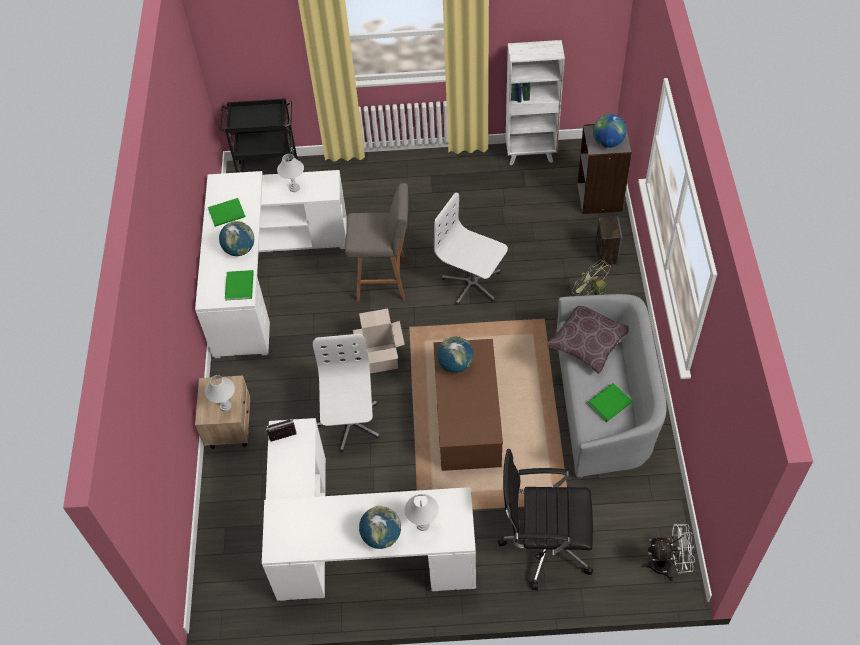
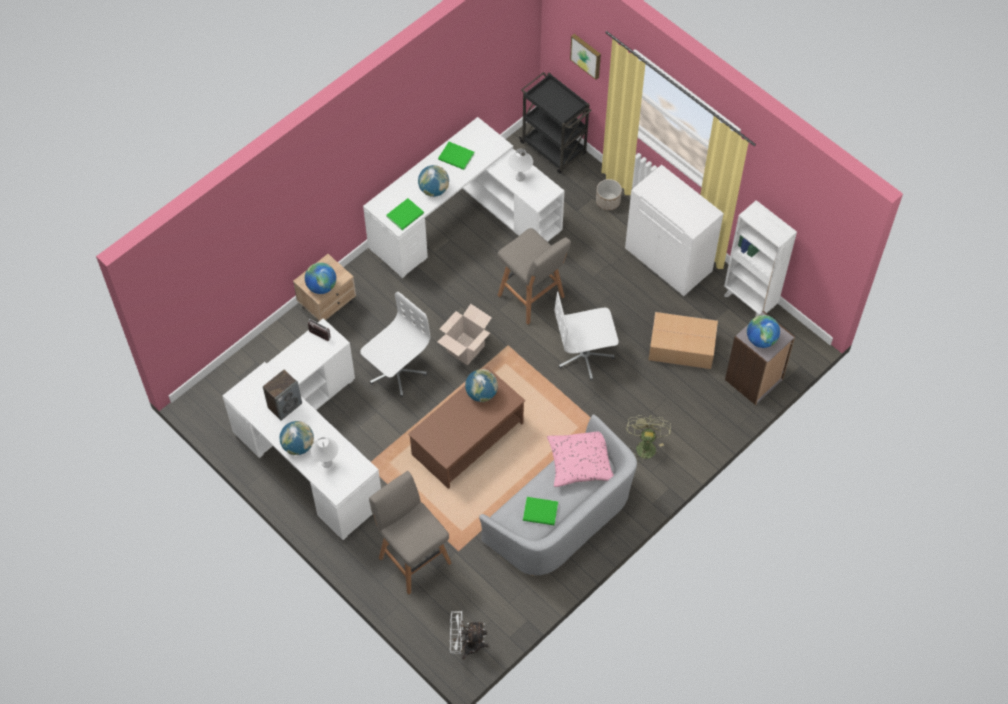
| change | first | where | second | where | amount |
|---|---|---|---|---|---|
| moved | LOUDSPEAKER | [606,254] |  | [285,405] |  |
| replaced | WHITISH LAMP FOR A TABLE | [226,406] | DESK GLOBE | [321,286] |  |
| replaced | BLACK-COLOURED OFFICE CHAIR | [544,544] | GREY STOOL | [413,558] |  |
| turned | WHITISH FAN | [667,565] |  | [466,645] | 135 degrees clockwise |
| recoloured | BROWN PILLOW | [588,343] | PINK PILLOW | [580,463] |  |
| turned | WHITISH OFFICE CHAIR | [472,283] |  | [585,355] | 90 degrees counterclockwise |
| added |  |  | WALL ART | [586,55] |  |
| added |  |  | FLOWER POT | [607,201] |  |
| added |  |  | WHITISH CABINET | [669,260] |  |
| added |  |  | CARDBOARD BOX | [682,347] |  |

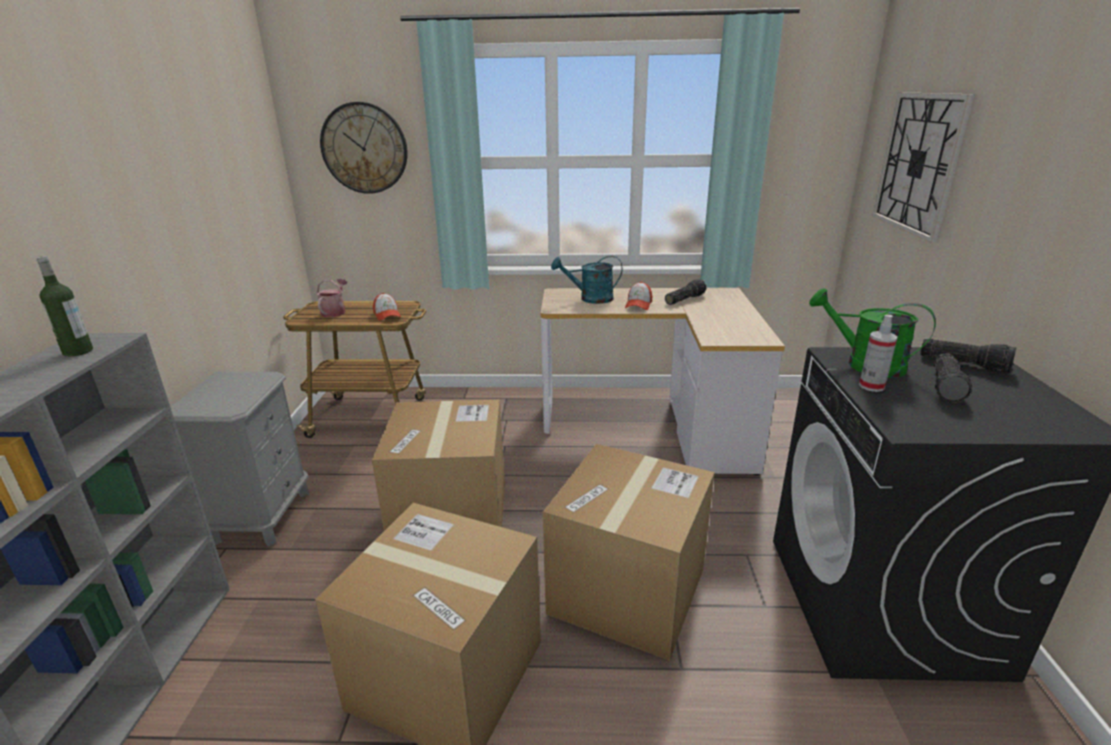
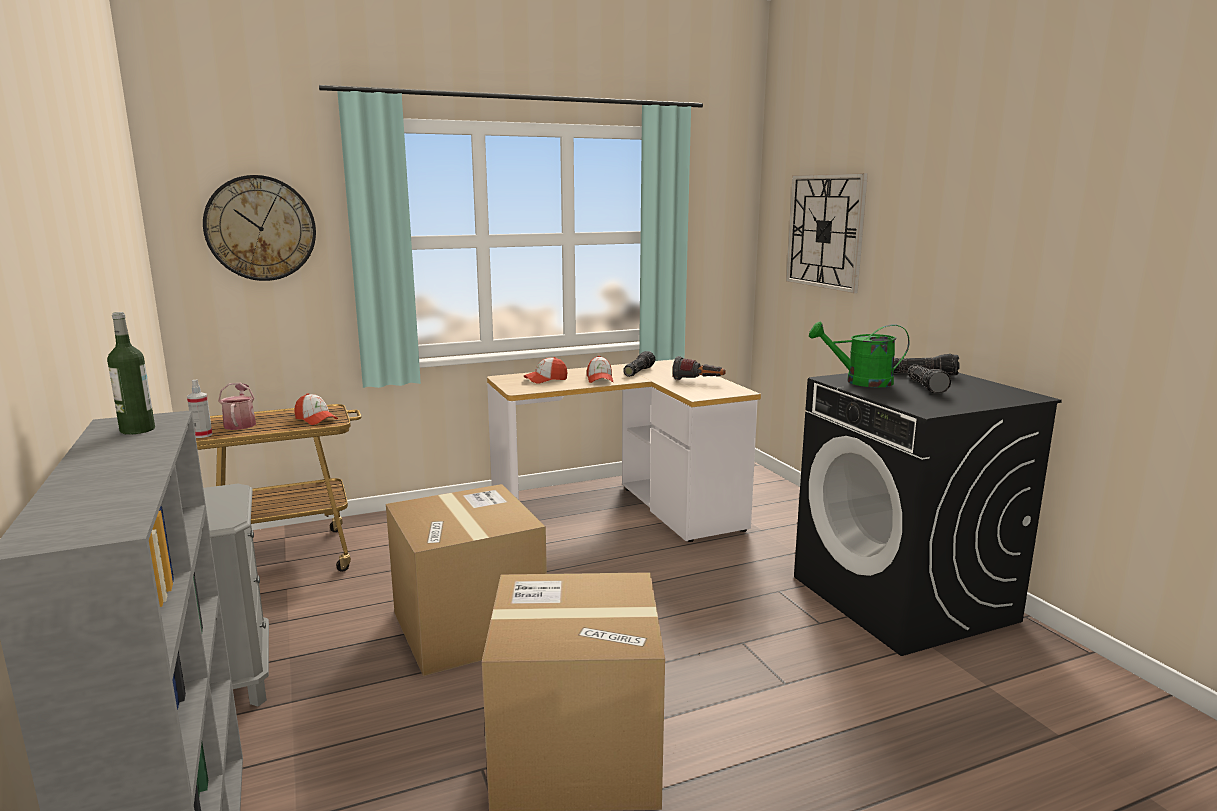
| change | first | where | second | where | amount |
|---|---|---|---|---|---|
| moved | SPRAYER | [871,386] |  | [202,435] |  |
| replaced | TURQUOISE-COLOURED SPRINKLING CAN | [590,299] | PEAKED CAP | [546,379] |  |
| added |  |  | HAND TORCH | [698,381] |  |
| removed | CARDBOARD BOX | [627,591] |  |  |  |

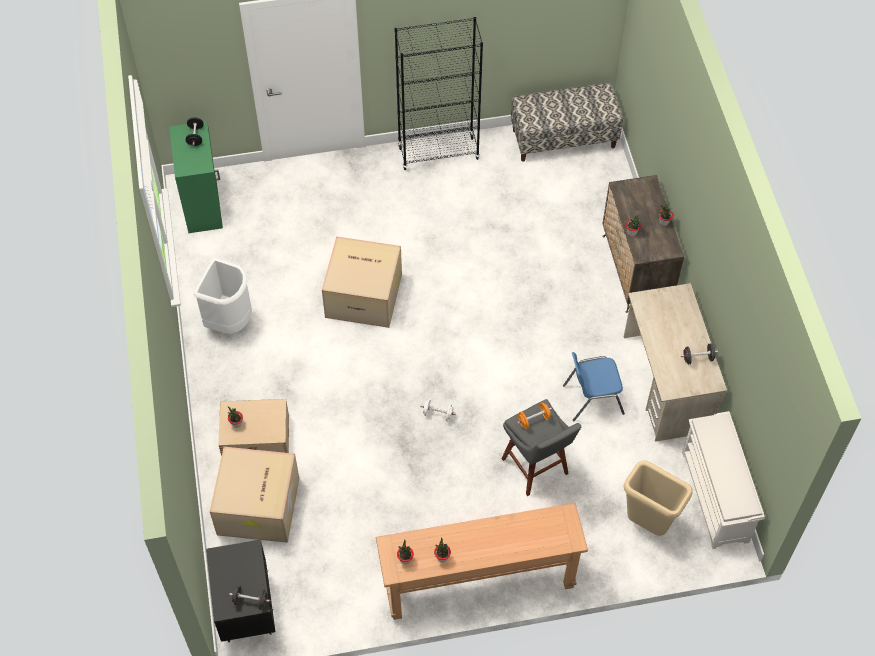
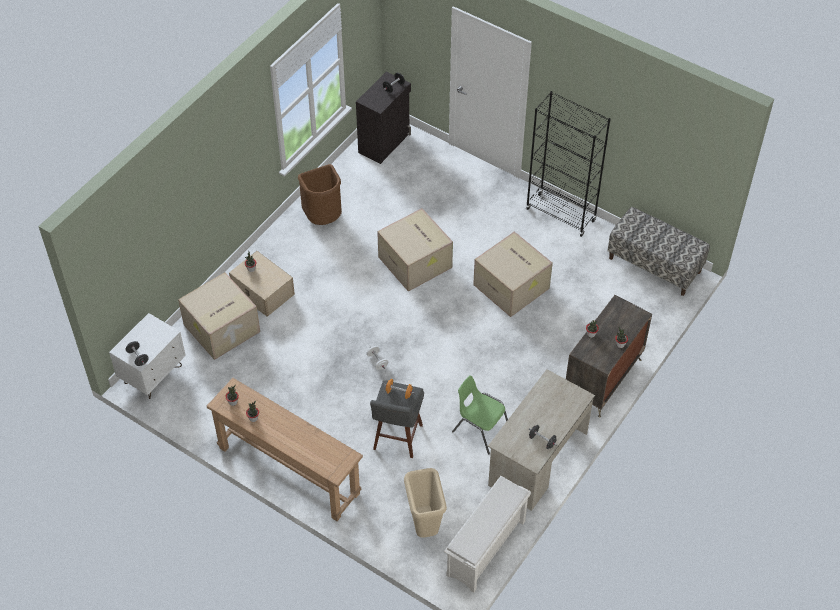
| change | first | where | second | where | amount |
|---|---|---|---|---|---|
| recoloured | BLACK-COLOURED NIGHTSTAND | [246,608] | WHITISH NIGHTSTAND | [153,375] |  |
| recoloured | WHITISH RUBBISH BIN | [230,322] | BROWN RUBBISH BIN | [323,218] |  |
| recoloured | GREEN-COLOURED CABINET | [203,205] | BLACK-COLOURED CABINET | [385,143] |  |
| recoloured | BLUISH PLAIN CHAIR | [592,398] | GREEN-COLOURED PLAIN CHAIR | [480,429] |  |
| added |  |  | CARDBOARD BOX | [512,286] |  |

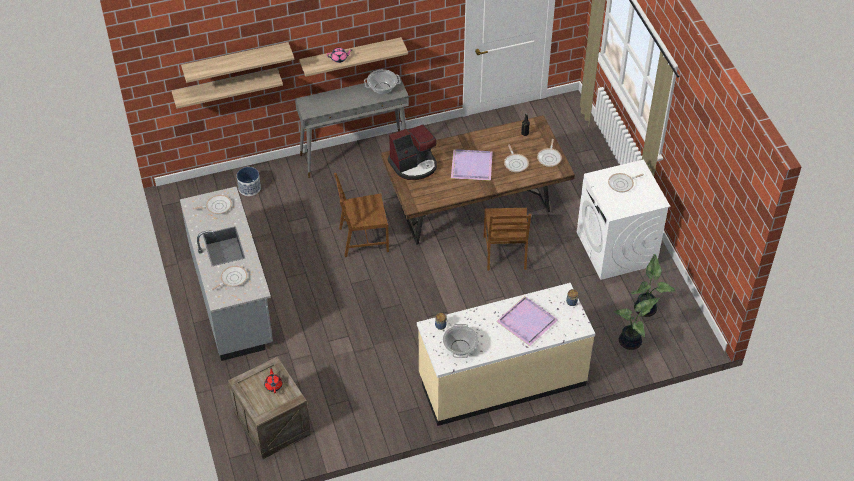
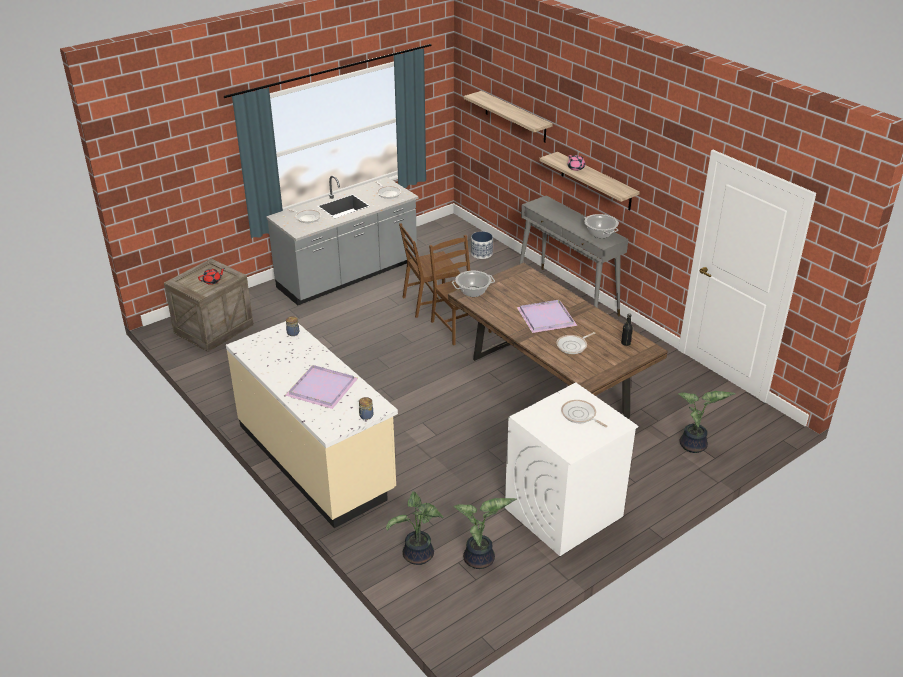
| change | first | where | second | where | amount |
|---|---|---|---|---|---|
| moved | BROWN PLAIN CHAIR | [505,253] |  | [430,303] |  |
| moved | SAUCEPOT | [460,347] |  | [473,292] |  |
| added |  |  | POTTED PLANT | [694,446] |  |
| removed | BRACKET SHELF | [225,87] |  |  |  |
| removed | COFFEE MAKER | [414,165] |  |  |  |
| removed | PAN | [549,158] |  |  |  |

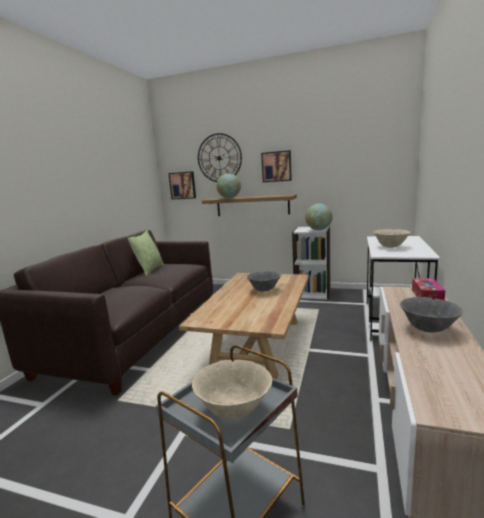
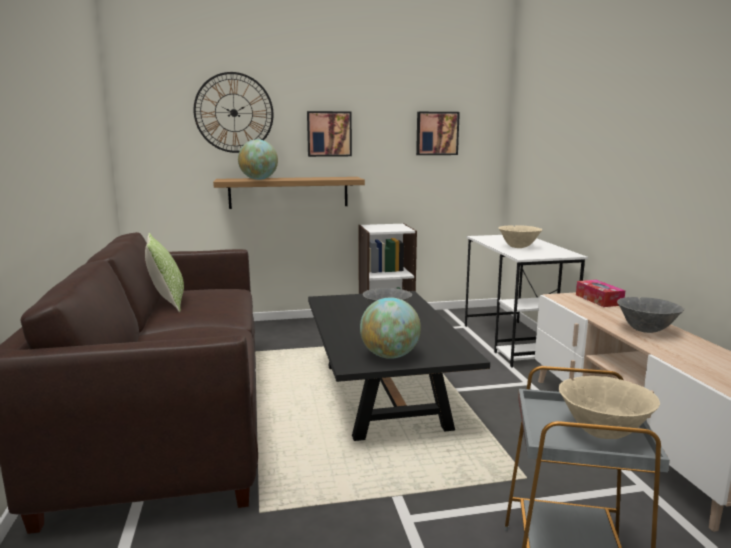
| change | first | where | second | where | amount |
|---|---|---|---|---|---|
| recoloured | BEIGE LOUNGE TABLE | [257,343] | BLACK-COLOURED LOUNGE TABLE | [383,395] |  |
| moved | DESK GLOBE | [318,230] |  | [389,356] |  |
| moved | WALL ART | [183,185] |  | [437,133] |  |

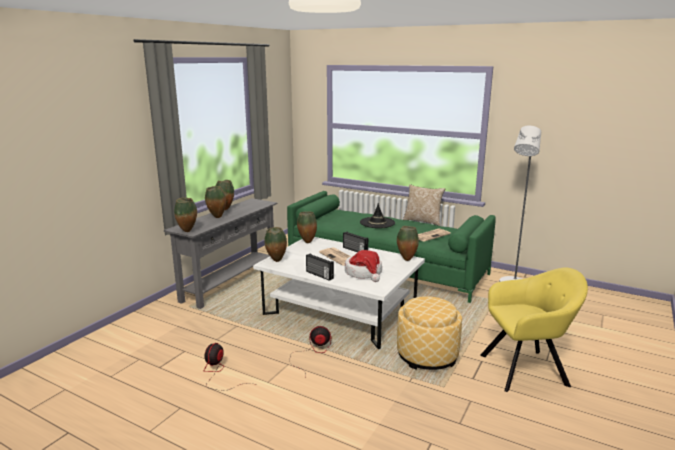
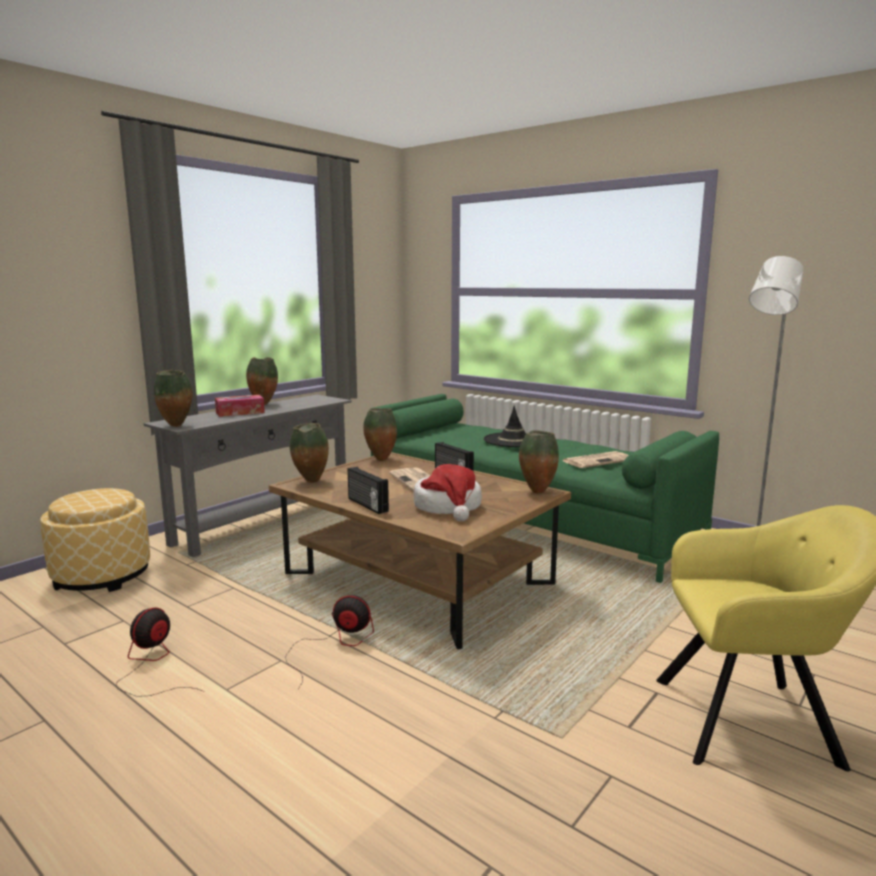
| change | first | where | second | where | amount |
|---|---|---|---|---|---|
| moved | POUFFE | [427,355] |  | [102,575] |  |
| replaced | DECORATIVE VASE | [216,217] | BOX OF TISSUES | [240,412] |  |
| recoloured | WHITISH LOUNGE TABLE | [340,311] | BROWN LOUNGE TABLE | [418,579] |  |
| removed | PILLOW | [423,221] |  |  |  |

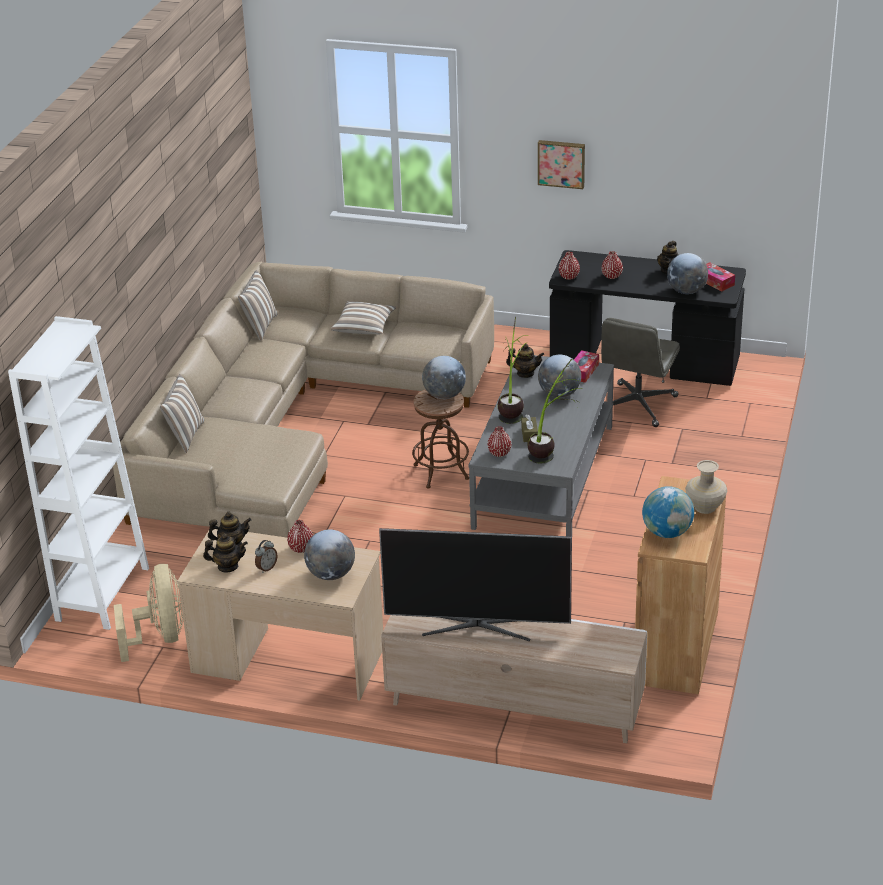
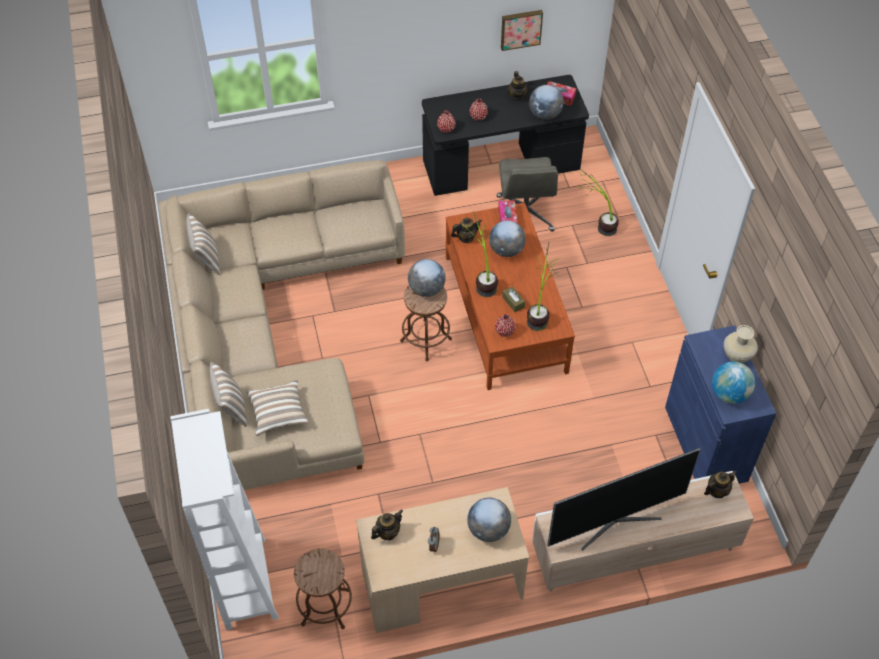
| change | first | where | second | where | amount |
|---|---|---|---|---|---|
| moved | PILLOW | [364,327] |  | [278,413] |  |
| replaced | BEIGE FAN | [160,637] | BROWN STOOL | [325,607] |  |
| recoloured | GREY LOUNGE TABLE | [544,476] | BROWN LOUNGE TABLE | [505,313] |  |
| moved | WALL ART | [561,163] |  | [521,28] |  |
| added |  |  | POTTED PLANT | [597,223] |  |
| recoloured | BROWN CABINET | [676,647] | BLUISH CABINET | [705,443] |  |
| moved | TEAPOT | [227,566] |  | [717,491] |  |
| removed | RED DECORATIVE VASE | [301,548] |  |  |  |

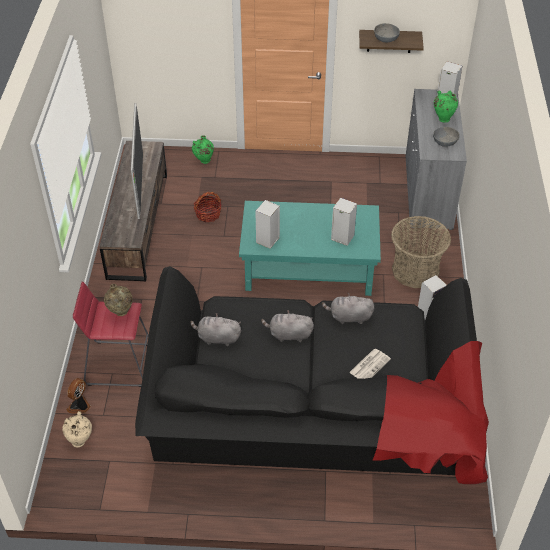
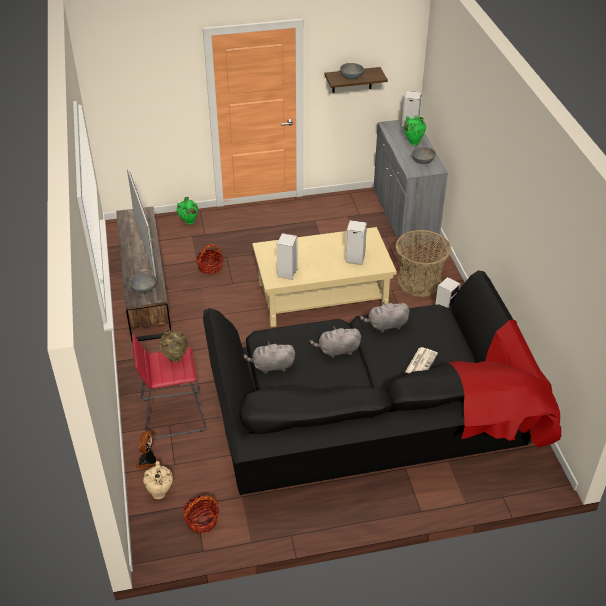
| change | first | where | second | where | amount |
|---|---|---|---|---|---|
| added |  |  | GREY SERVING BOWL | [144,288] |  |
| added |  |  | STORAGE BASKET | [202,520] |  |
| recoloured | TURQUOISE-COLOURED LOUNGE TABLE | [308,267] | BEIGE LOUNGE TABLE | [322,296] |  |

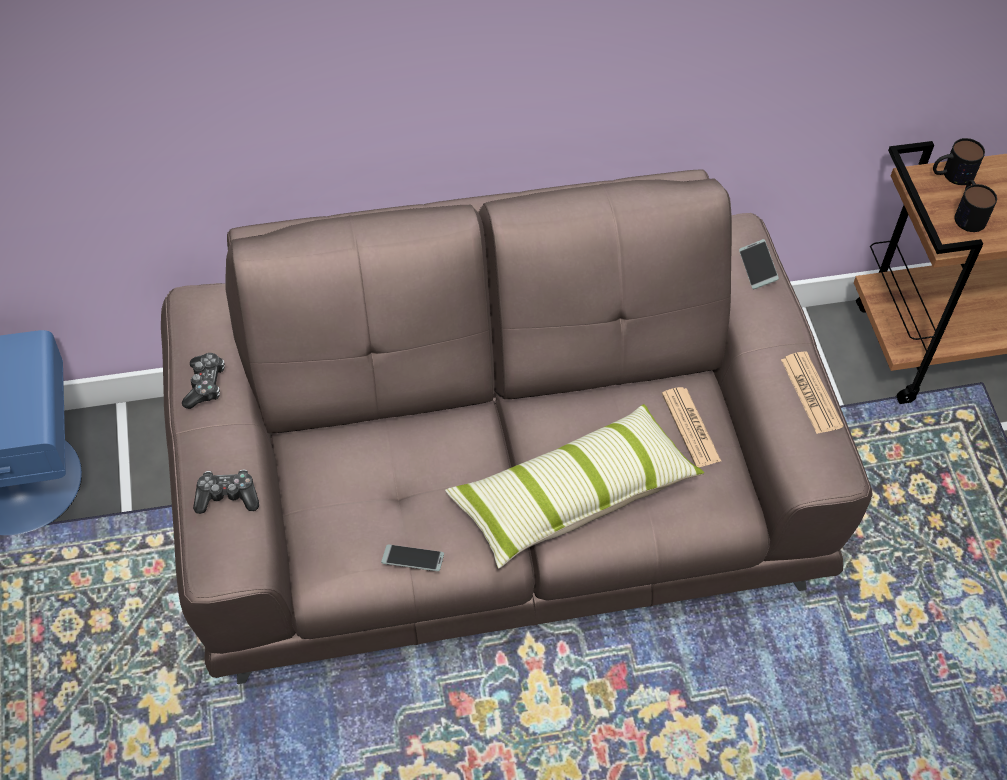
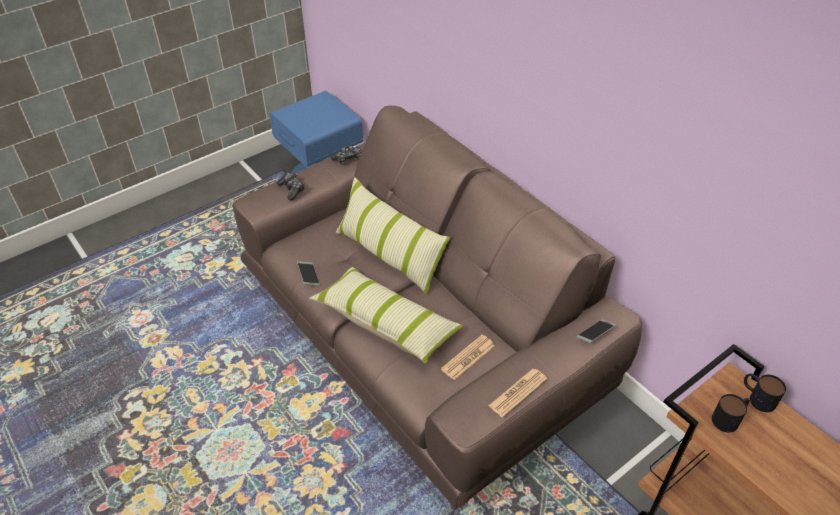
| change | first | where | second | where | amount |
|---|---|---|---|---|---|
| added |  |  | PILLOW | [389,255] |  |

